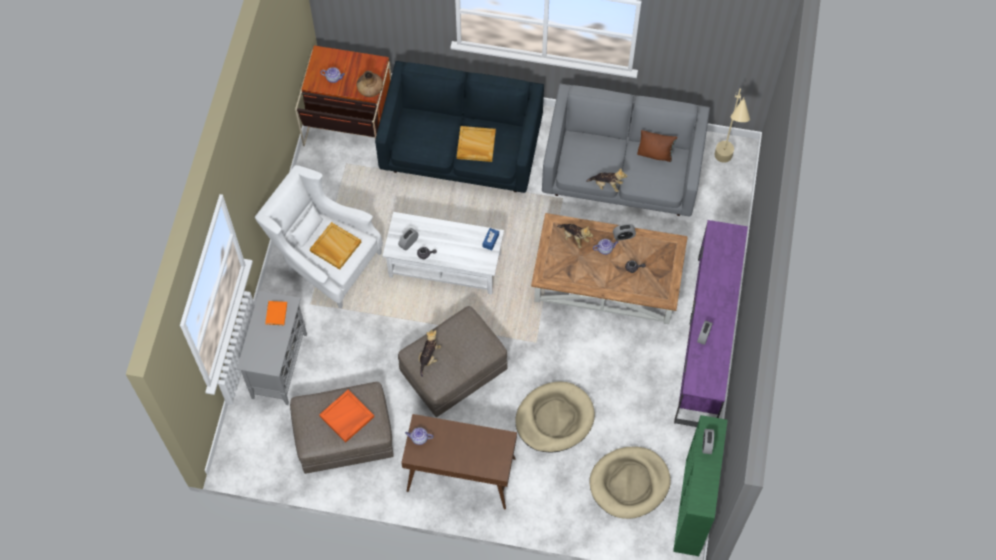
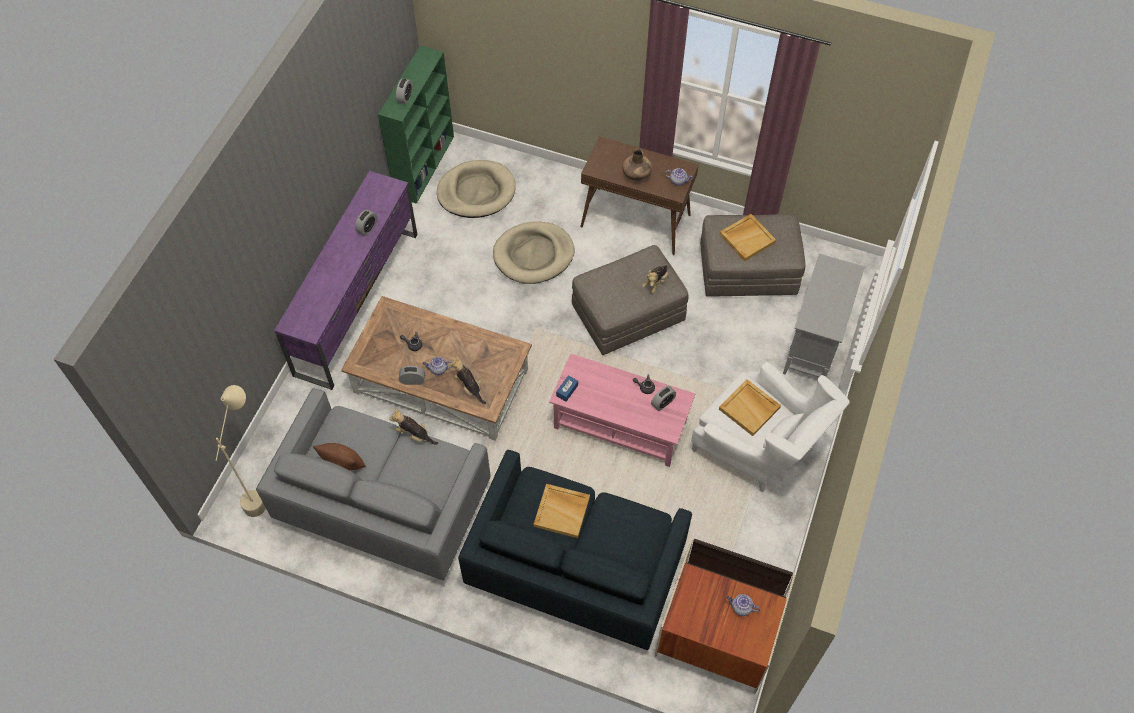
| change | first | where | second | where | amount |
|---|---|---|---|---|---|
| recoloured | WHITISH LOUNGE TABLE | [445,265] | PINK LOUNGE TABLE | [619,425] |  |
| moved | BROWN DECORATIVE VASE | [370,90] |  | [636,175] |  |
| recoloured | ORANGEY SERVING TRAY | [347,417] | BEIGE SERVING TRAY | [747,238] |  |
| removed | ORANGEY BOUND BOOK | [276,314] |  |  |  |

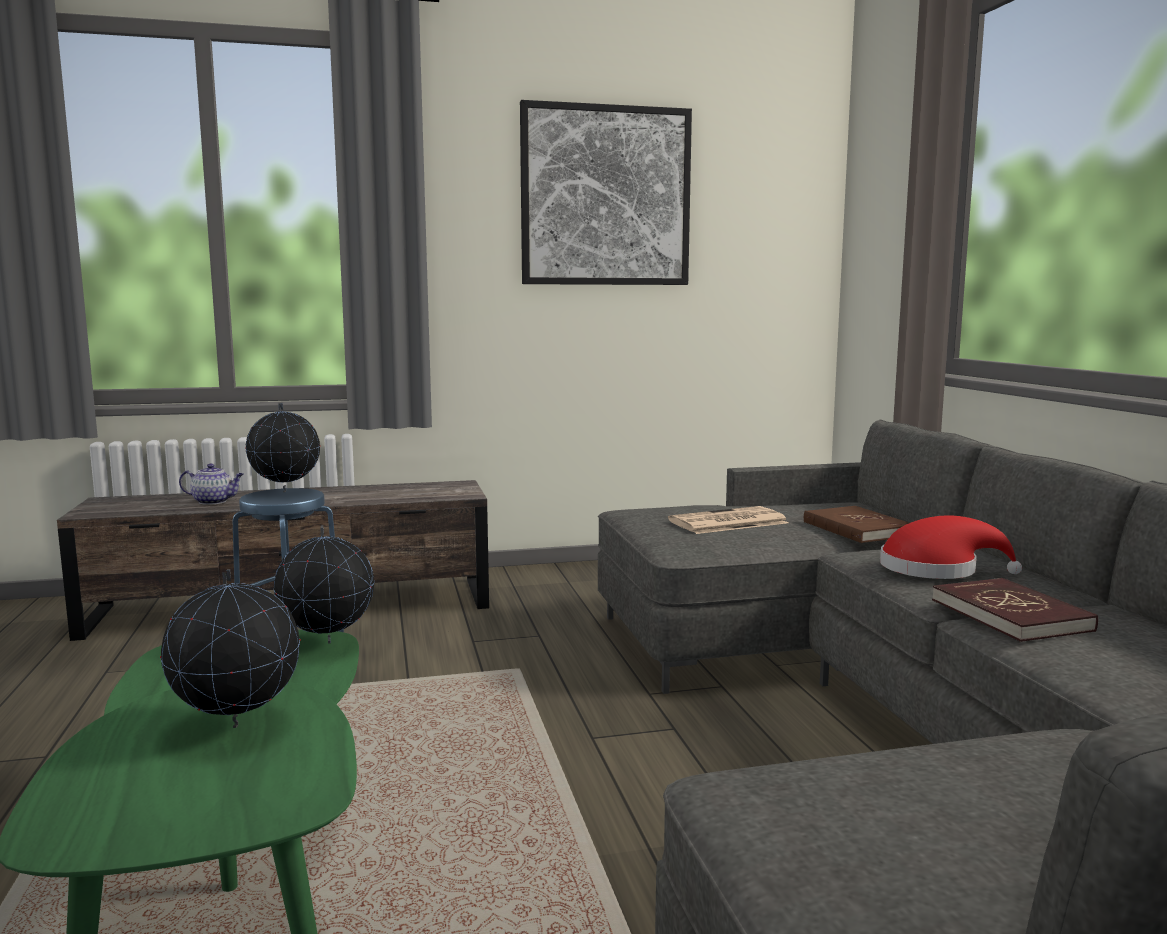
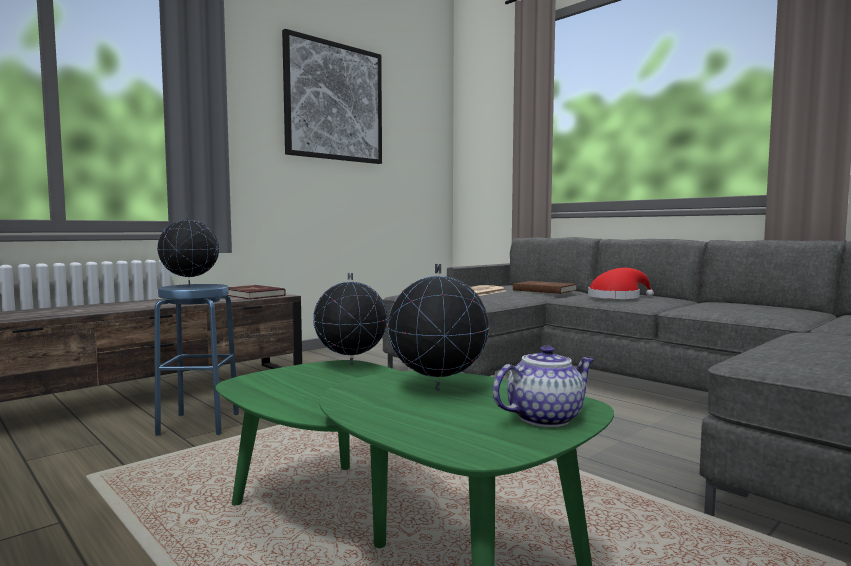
| change | first | where | second | where | amount |
|---|---|---|---|---|---|
| moved | RED BOUND BOOK | [1011,615] |  | [253,295] |  |
| moved | TEAPOT | [214,501] |  | [545,418] |  |

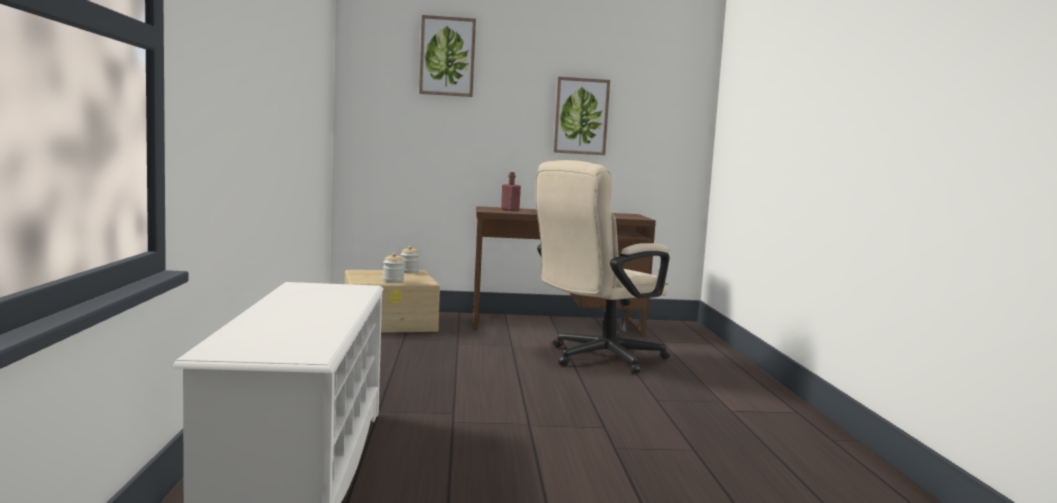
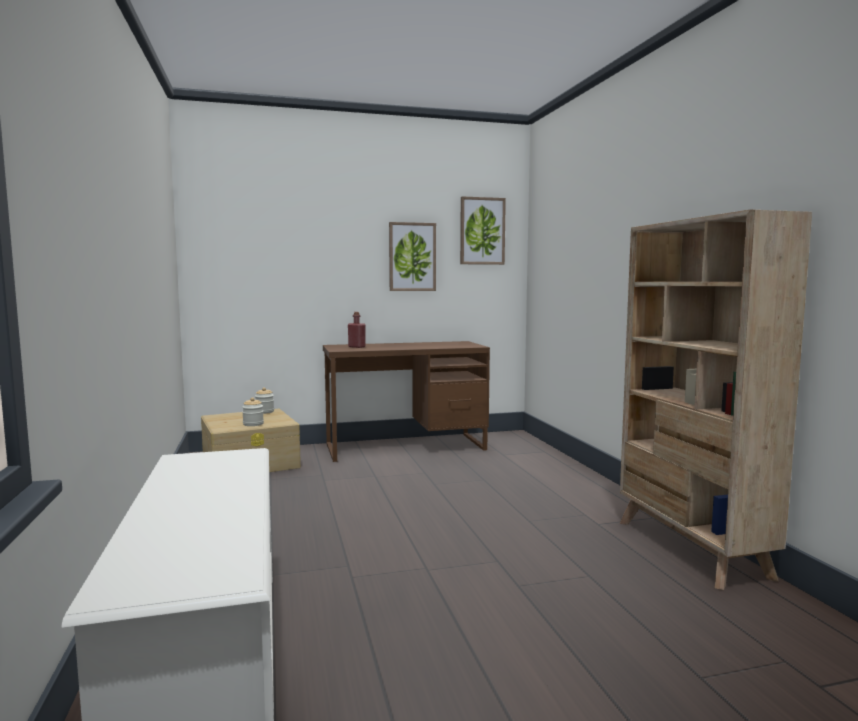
| change | first | where | second | where | amount |
|---|---|---|---|---|---|
| moved | WALL ART | [447,56] |  | [482,231] |  |
| added |  |  | BEIGE BOOKSHELF | [691,549] |  |
| removed | BEIGE OFFICE CHAIR | [597,358] |  |  |  |

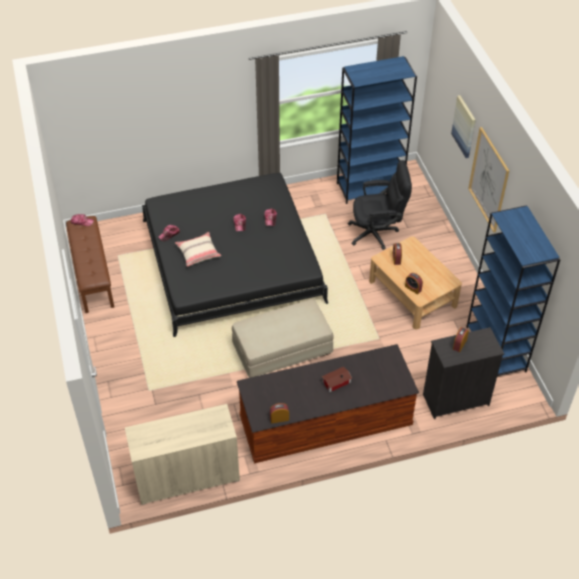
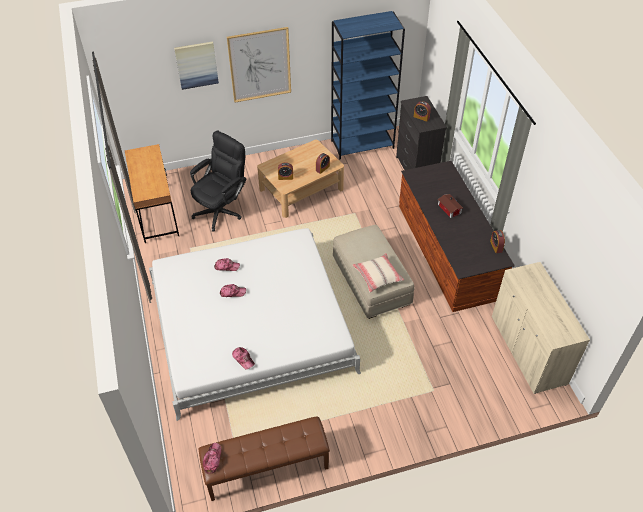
| change | first | where | second | where | amount |
|---|---|---|---|---|---|
| replaced | BLUISH BOOKSHELF | [370,187] | BROWN DESK | [157,213] |  |
| recoloured | BLACK-COLOURED SLEEPING BED | [232,260] | WHITISH SLEEPING BED | [251,326] |  |
| turned | BLACK-COLOURED OFFICE CHAIR | [377,232] |  | [222,209] | 45 degrees clockwise |
| moved | BEIGE PILLOW | [198,253] |  | [377,276] |  |

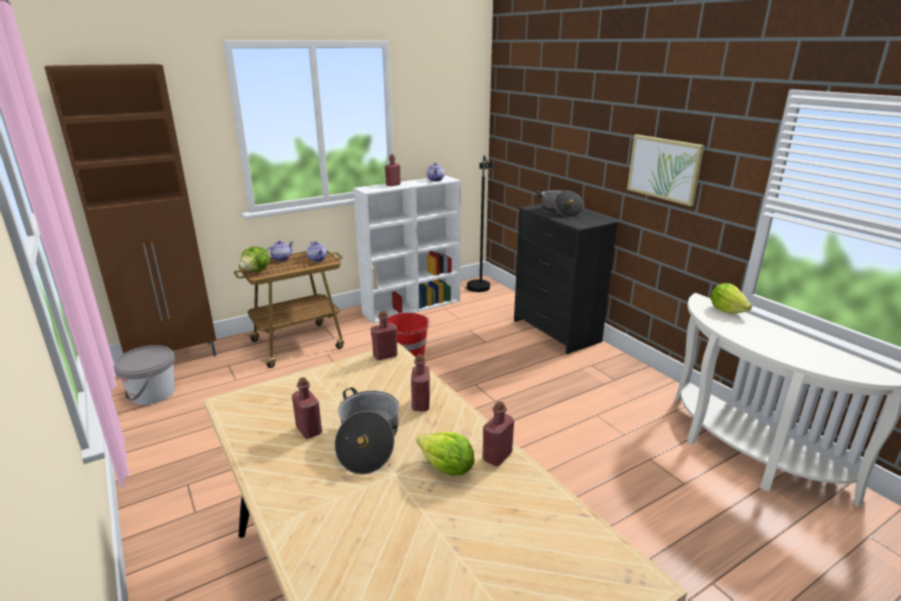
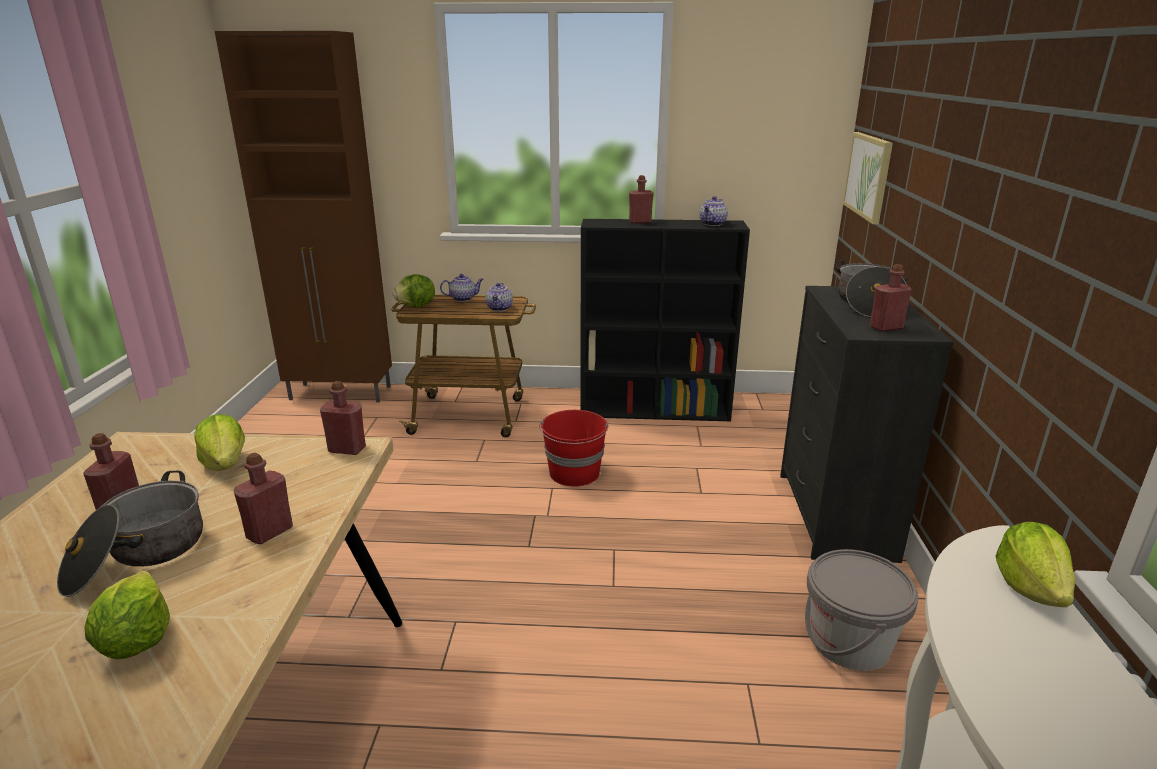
| change | first | where | second | where | amount |
|---|---|---|---|---|---|
| added |  |  | HEAD OF LETTUCE | [225,463] |  |
| recoloured | WHITISH BOOKSHELF | [413,306] | BLACK-COLOURED BOOKSHELF | [656,410] |  |
| moved | GREY BUCKET | [152,393] |  | [849,642] |  |
| moved | WALL ART | [664,168] |  | [868,176] |  |
| moved | RED DRINK BOTTLE | [497,456] |  | [886,328] |  |
| removed | BLACK-COLOURED STANDARD LAMP | [479,290] |  |  |  |

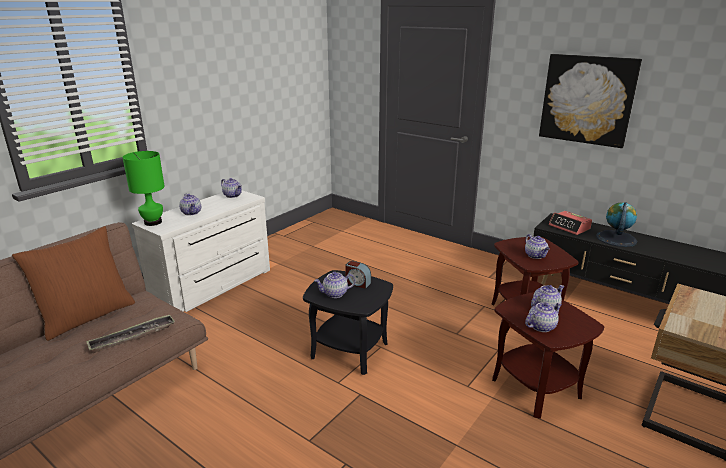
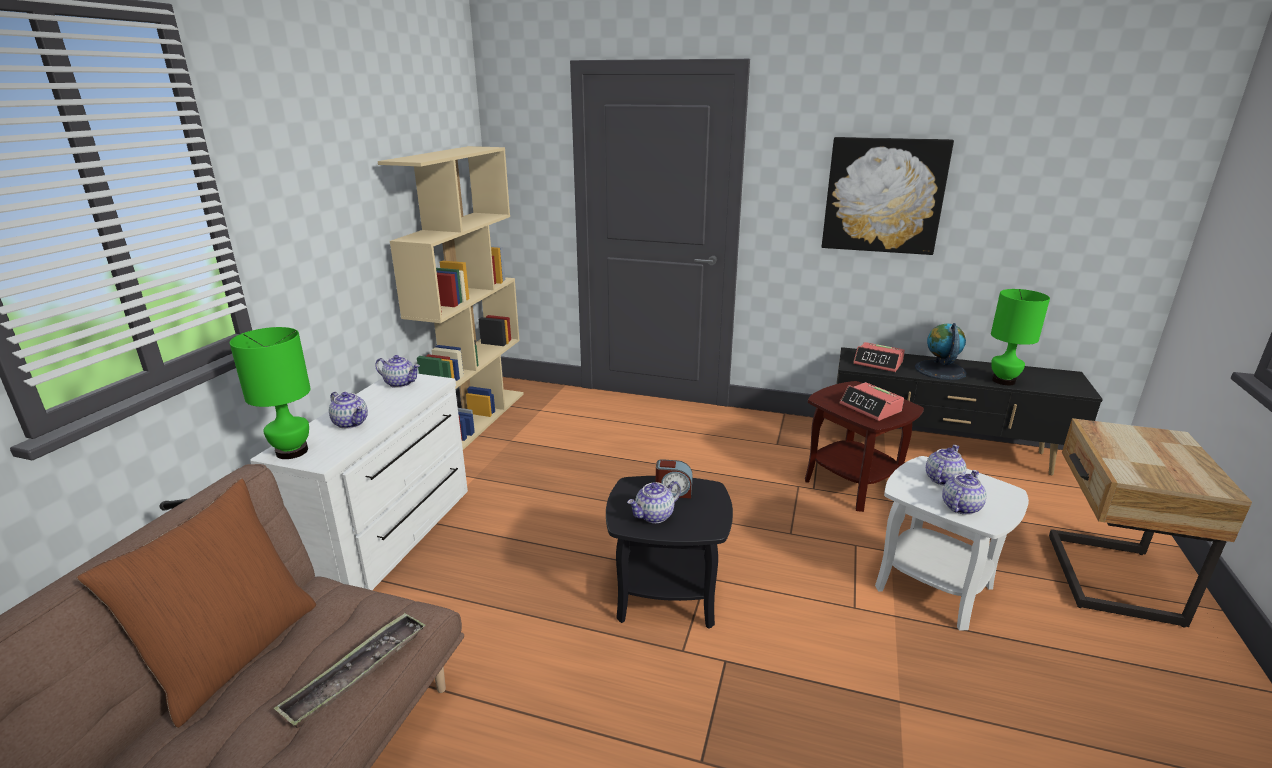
| change | first | where | second | where | amount |
|---|---|---|---|---|---|
| added |  |  | BEIGE BOOKSHELF | [475,419] |  |
| replaced | TEAPOT | [536,256] | ALARM CLOCK | [870,408] |  |
| recoloured | BROWN SIDE TABLE | [535,388] | WHITISH SIDE TABLE | [933,588] |  |
| added |  |  | GREEN-COLOURED LAMP FOR A TABLE | [1004,380] |  |

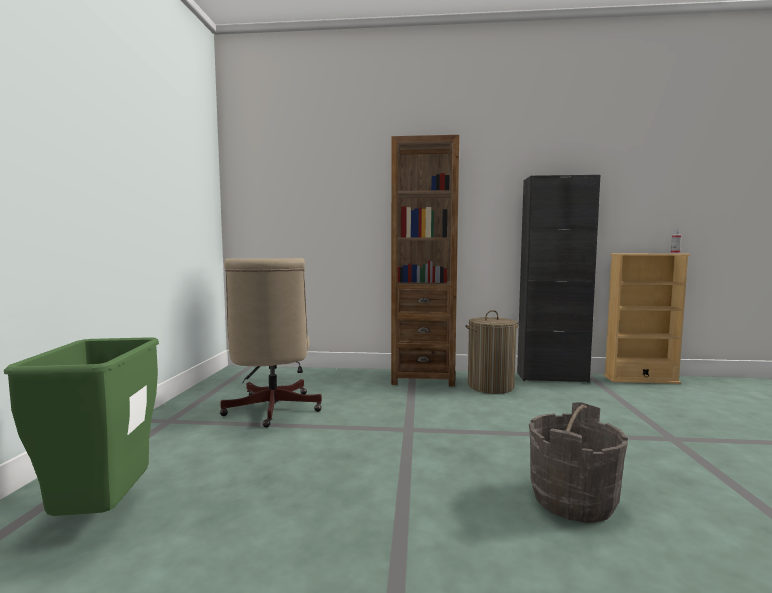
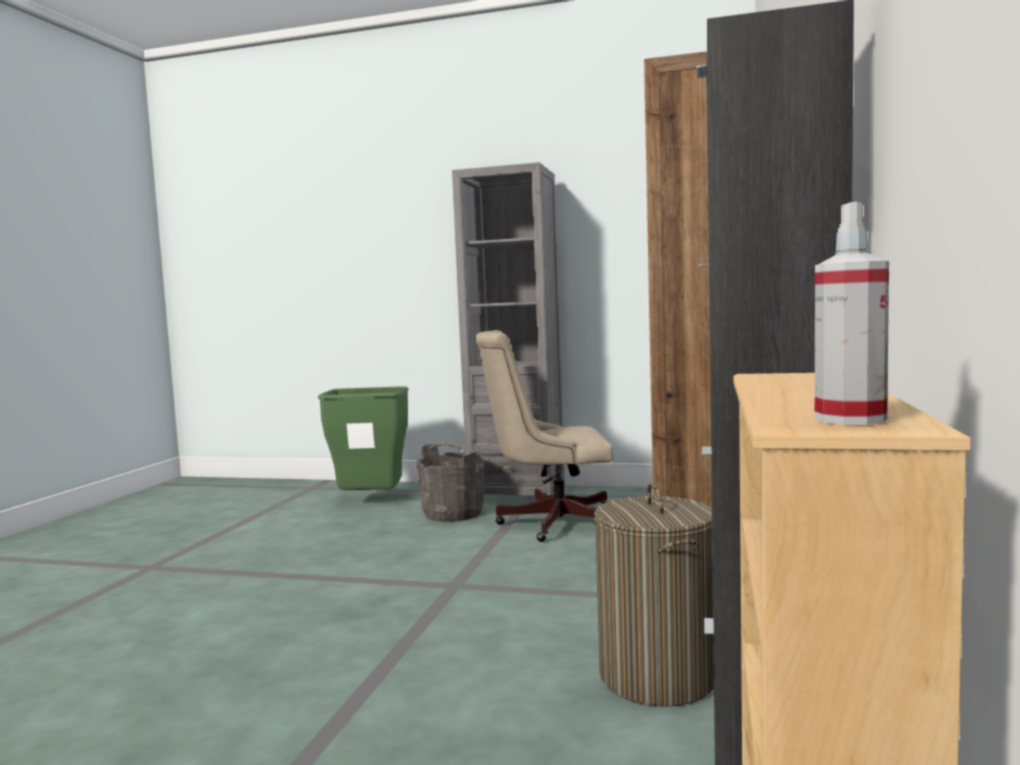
| change | first | where | second | where | amount |
|---|---|---|---|---|---|
| moved | GREY BUCKET | [572,499] |  | [453,513] |  |
| added |  |  | GREY BOOKSHELF | [518,495] |  |

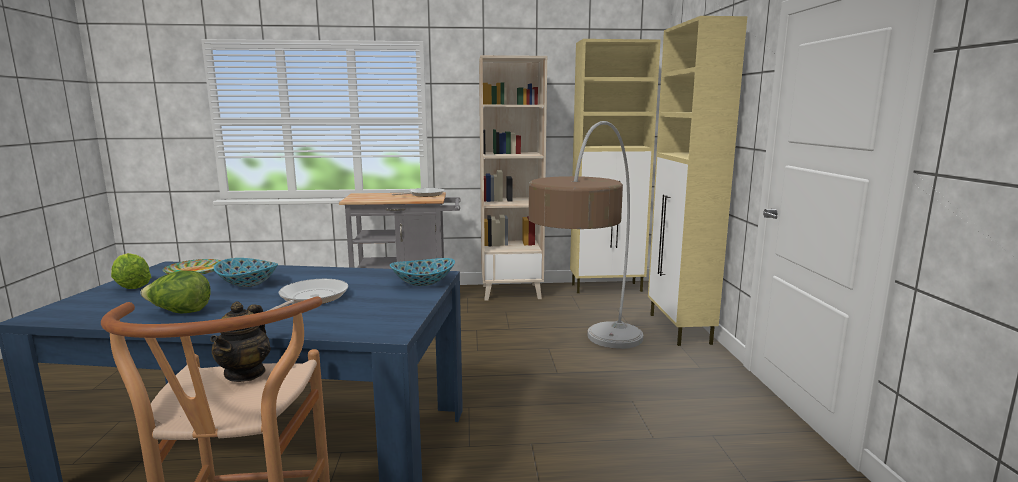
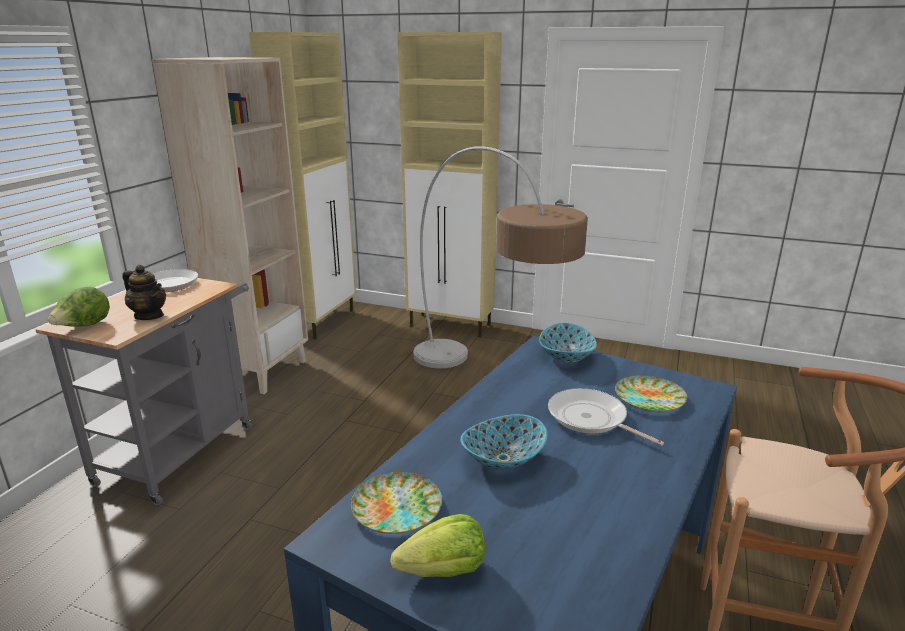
| change | first | where | second | where | amount |
|---|---|---|---|---|---|
| moved | HEAD OF LETTUCE | [180,312] |  | [84,327] |  |
| moved | TEAPOT | [245,373] |  | [149,316] |  |
| added |  |  | FLAT DISH | [649,398] |  |

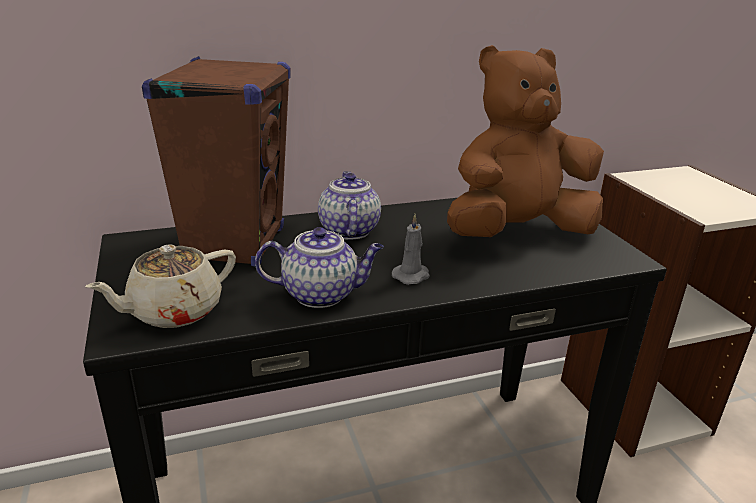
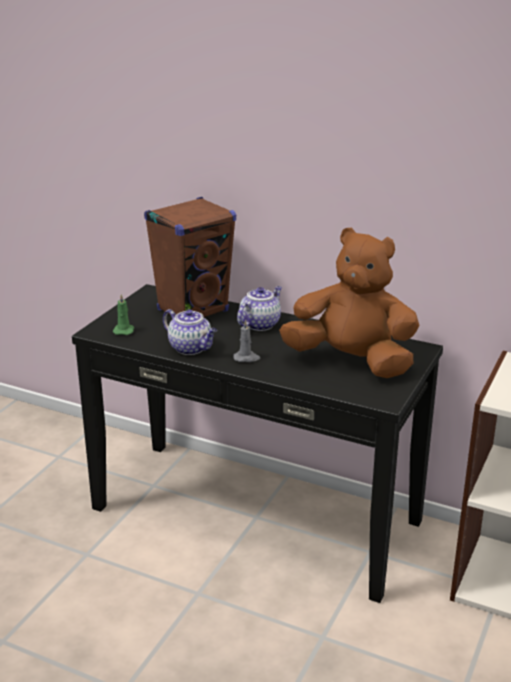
| change | first | where | second | where | amount |
|---|---|---|---|---|---|
| replaced | BEIGE TEAPOT | [174,311] | GREEN-COLOURED WAX CANDLE | [124,330] |  |

